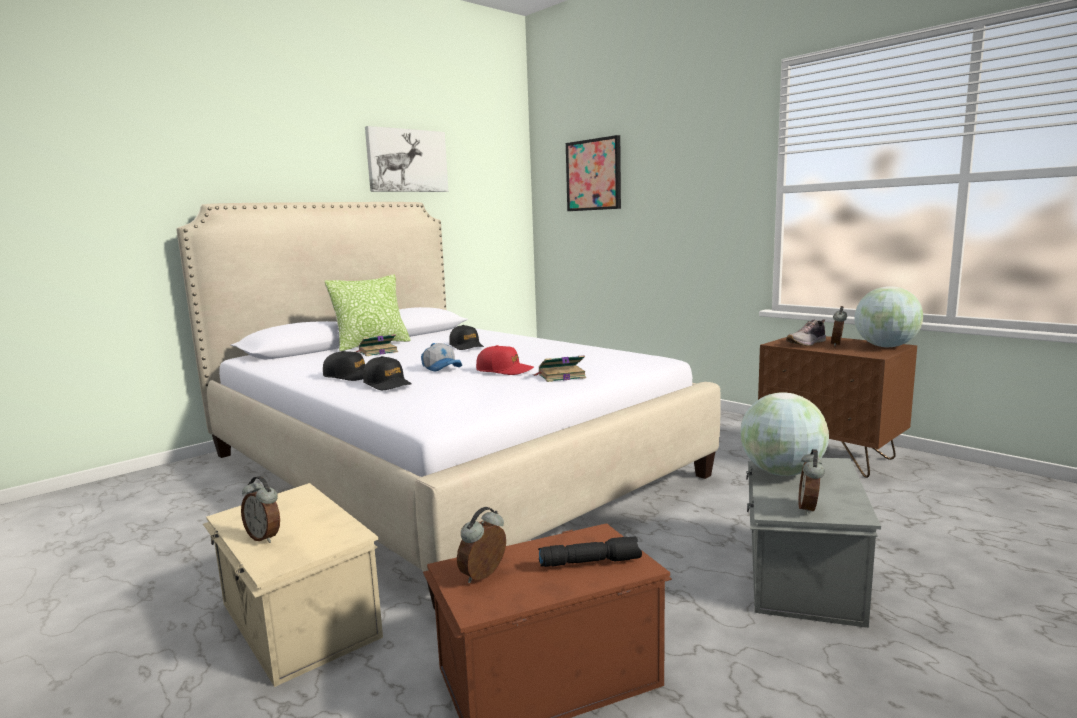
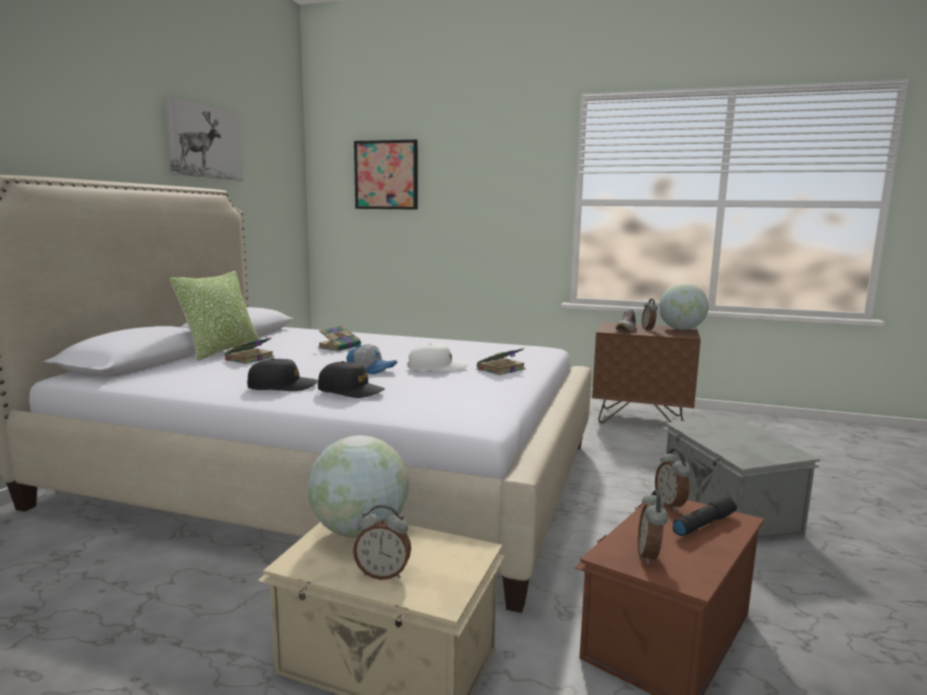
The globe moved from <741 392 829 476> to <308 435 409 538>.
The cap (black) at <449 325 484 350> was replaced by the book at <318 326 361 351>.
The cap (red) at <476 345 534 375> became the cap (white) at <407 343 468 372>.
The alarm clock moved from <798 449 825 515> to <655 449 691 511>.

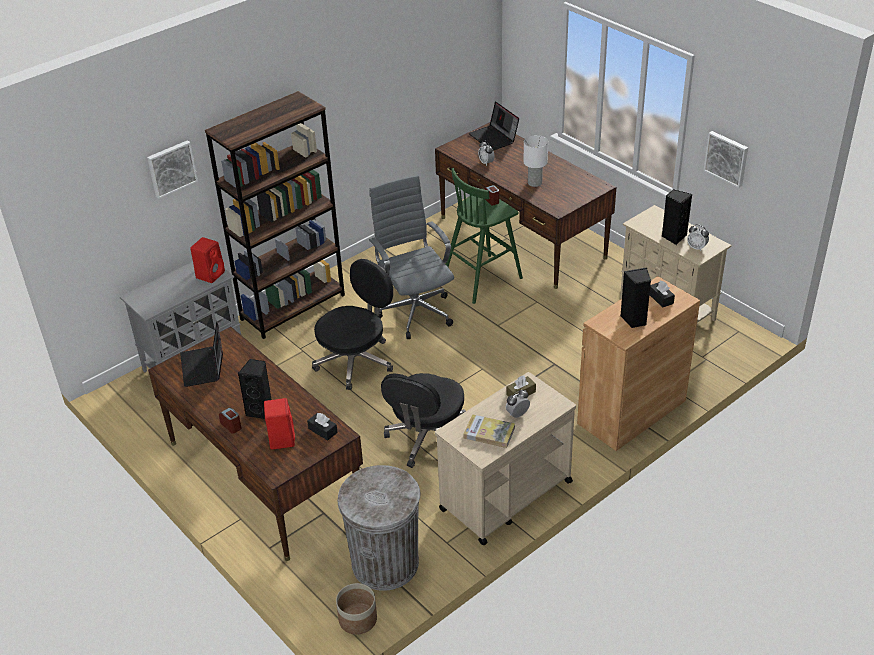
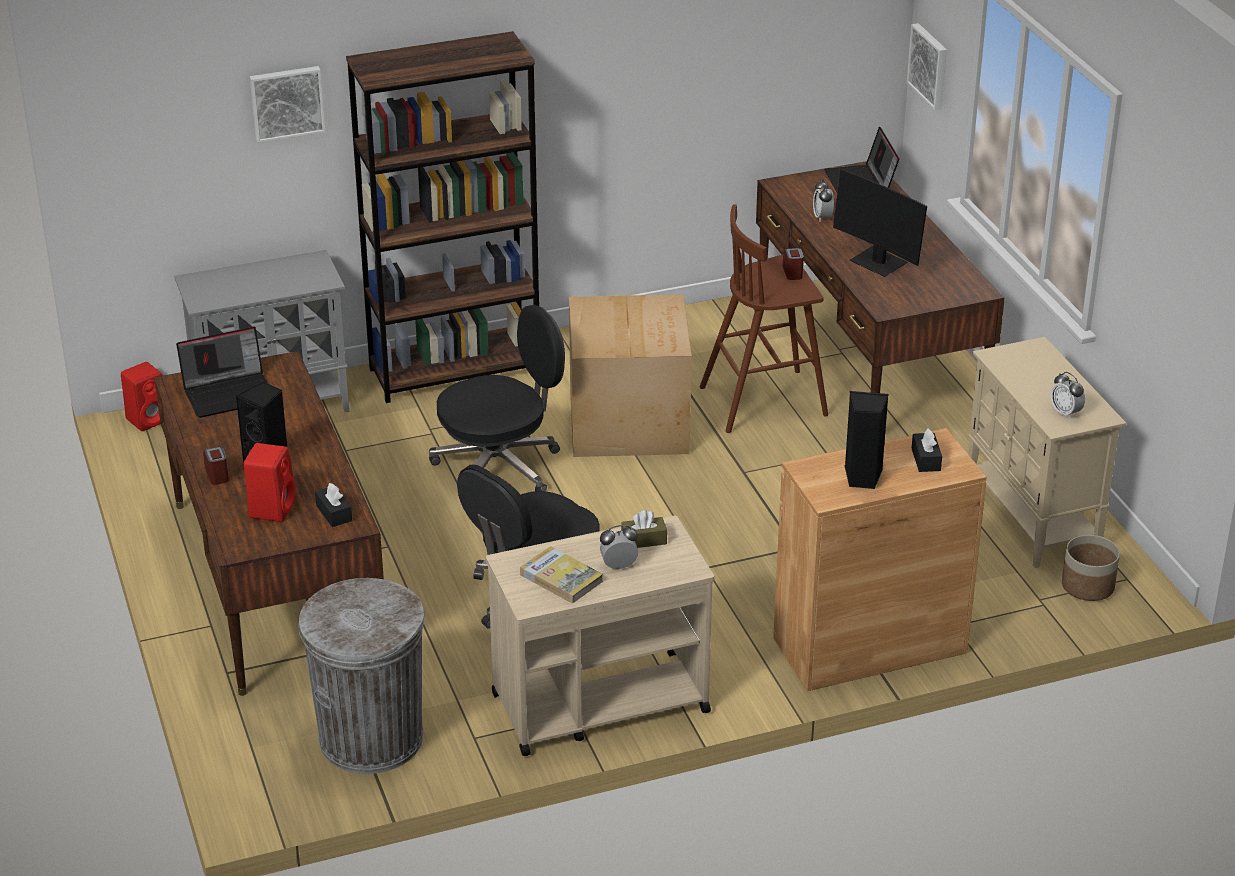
The speaker (red) moved from <190 237 225 283> to <121 362 163 431>.
The laptop at <180 321 223 387> turned 120 degrees counterclockwise.
The office chair (grey) at <369 175 454 339> was replaced by the cardboard box at <569 294 692 457>.
The stool (green) at <446 168 523 304> became the stool (brown) at <700 204 828 433>.
The table lamp (white) at <523 135 548 187> was replaced by the monitor at <833 169 927 277>.
The picture moved from <704 131 748 188> to <907 23 947 110>.
The planter moved from <336 583 377 635> to <1062 535 1120 601>.
The speaker (black) at <662 189 692 245> disappeared.

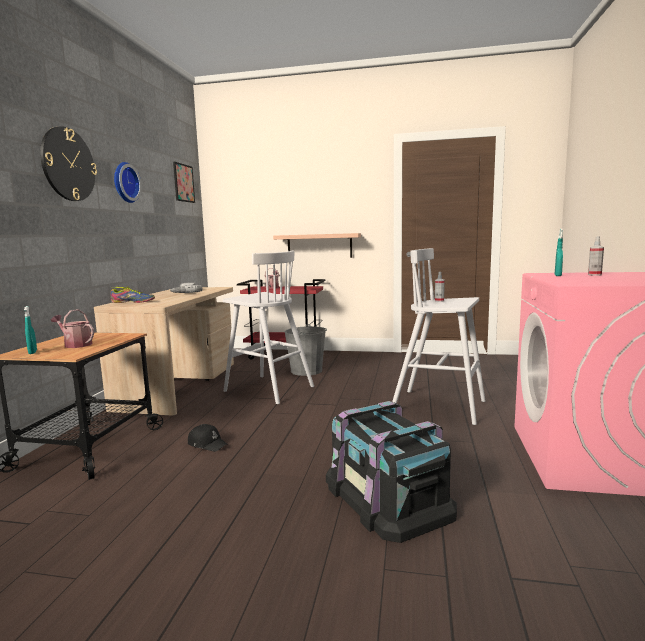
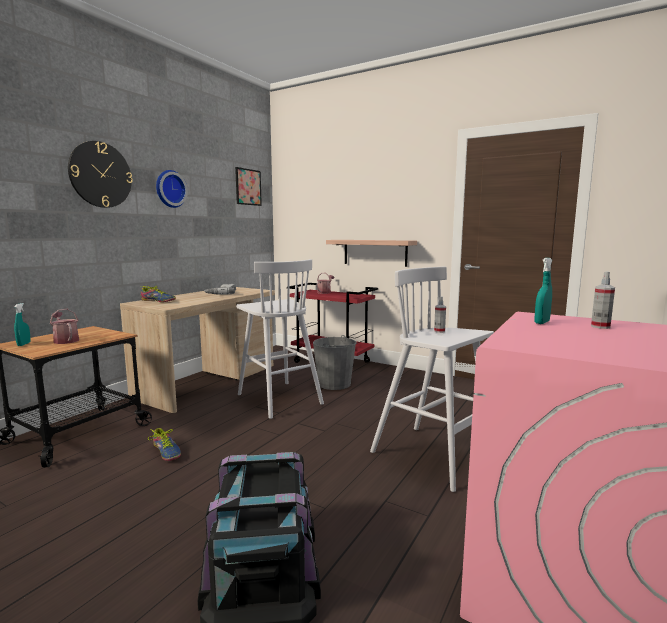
The cap (black) at <188 424 228 452> was replaced by the shoe at <148 428 181 461>.

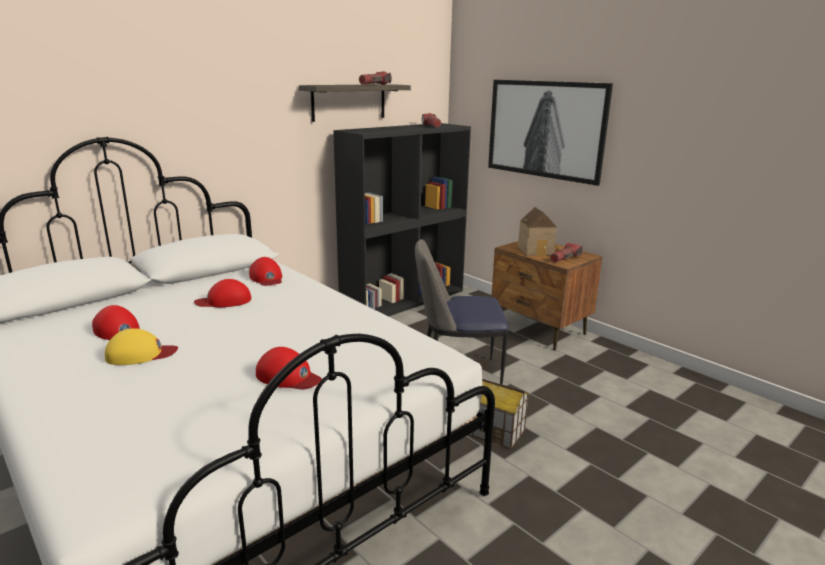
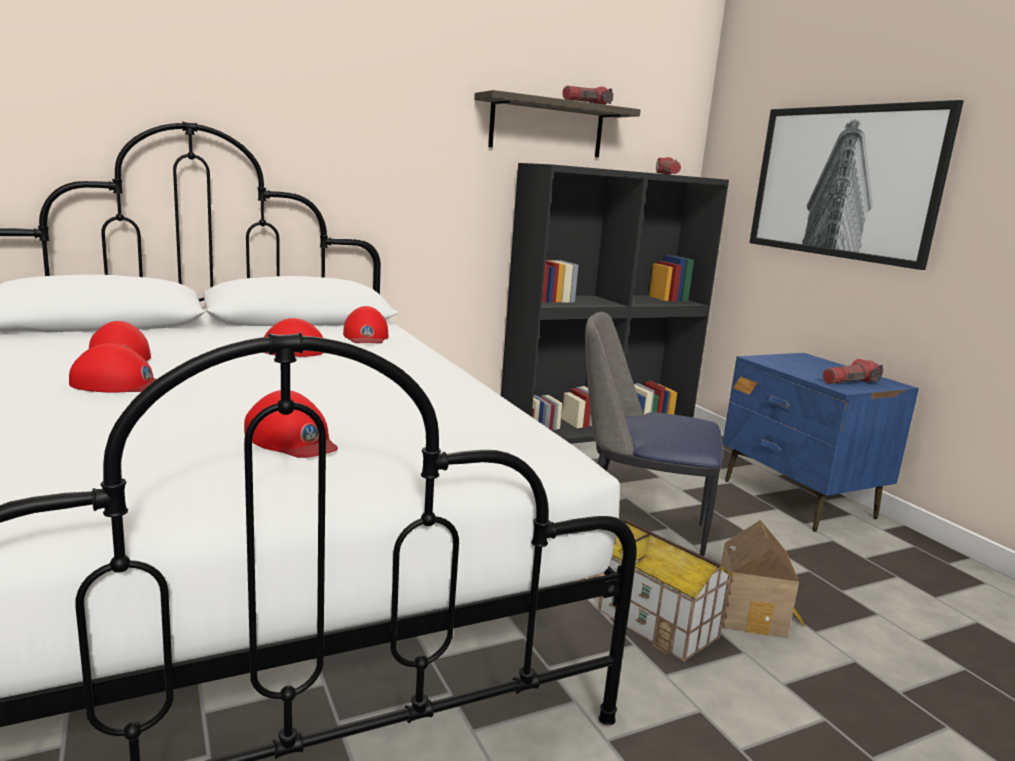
The cap (yellow) at <105 328 178 365> became the cap (red) at <69 343 156 393>.
The toy house moved from <518 207 559 256> to <721 520 805 638>.
The nightstand (brown) at <491 241 603 350> became the nightstand (blue) at <723 353 919 532>.

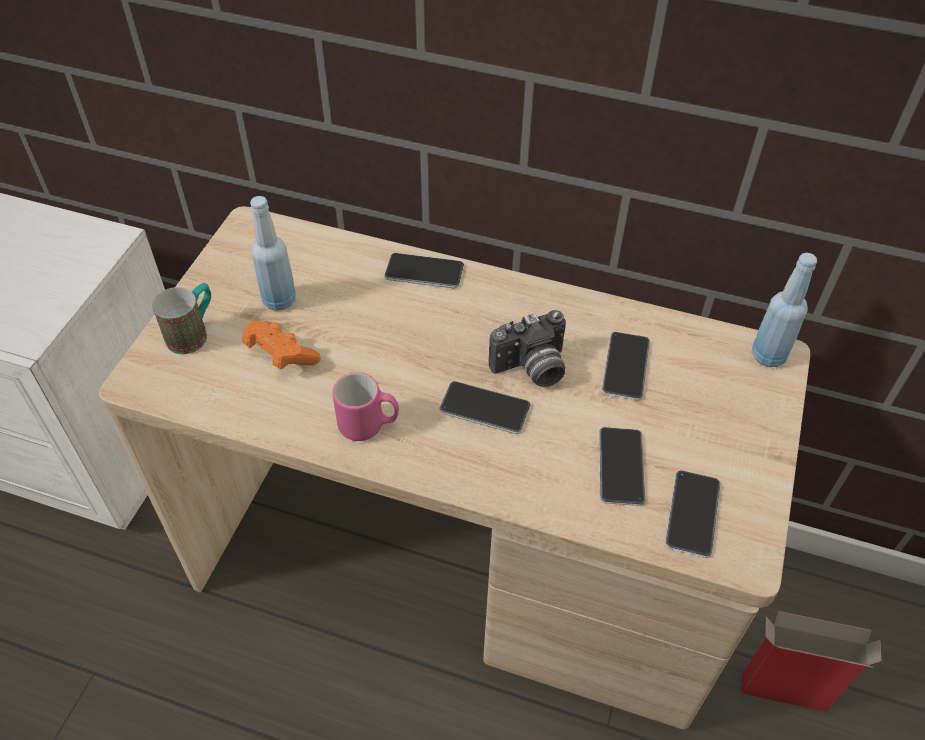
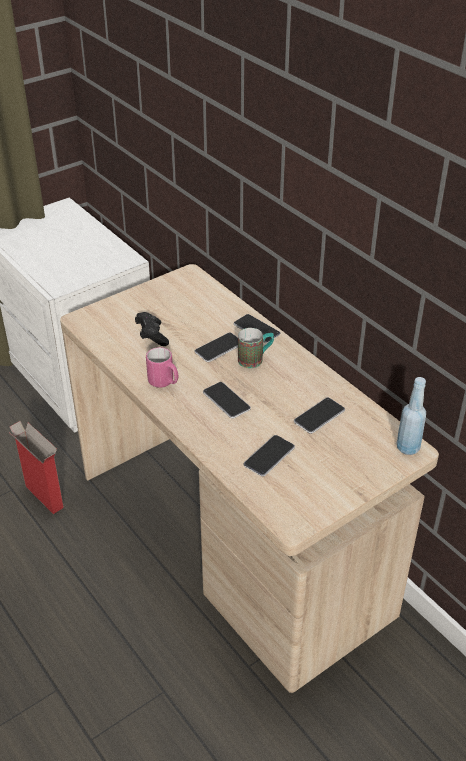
The cardboard box moved from <741 611 882 712> to <10 421 64 514>.
The game controller (orange) at <242 321 321 370> became the game controller (black) at <135 312 169 346>.
The phone moved from <665 470 720 558> to <195 332 238 362>.
The mug moved from <152 283 211 354> to <238 328 274 368>.
The bottle (blue) at <250 196 296 311> disappeared.
The photo camera at <489 310 566 387> disappeared.

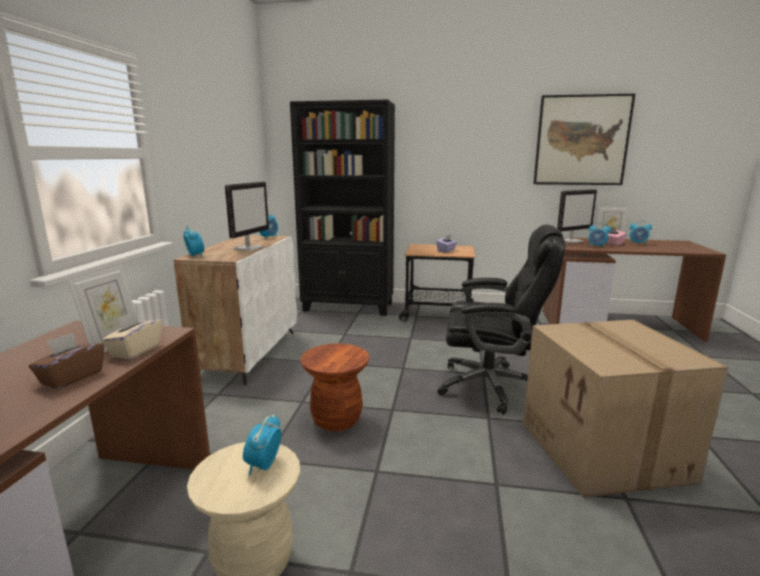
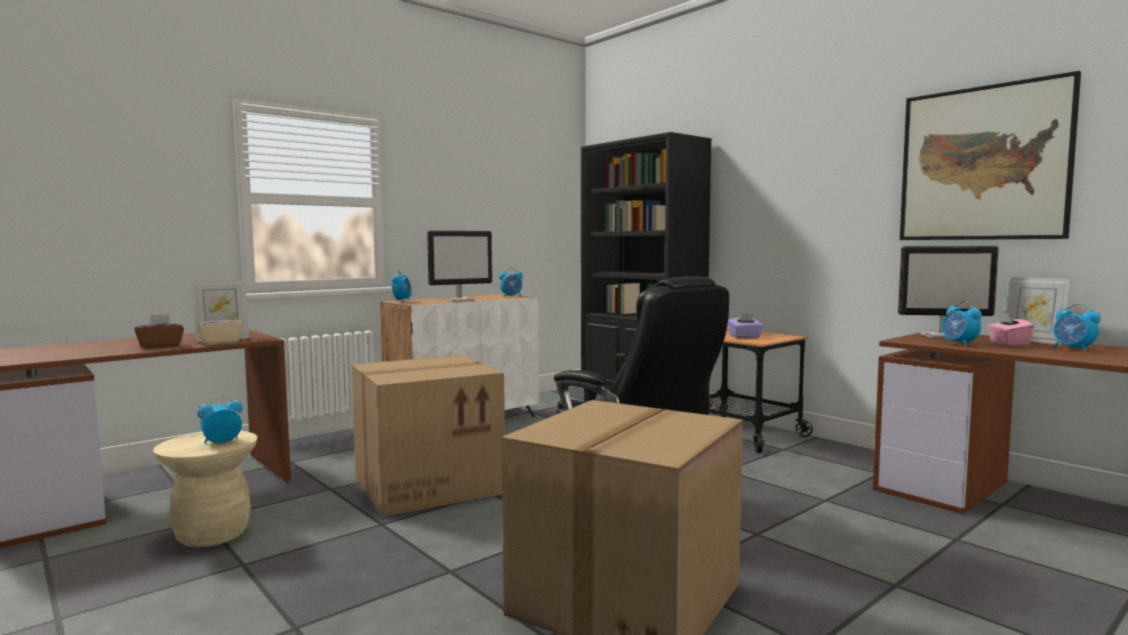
The stool (brown) at <300 344 369 431> was replaced by the cardboard box at <351 355 505 517>.

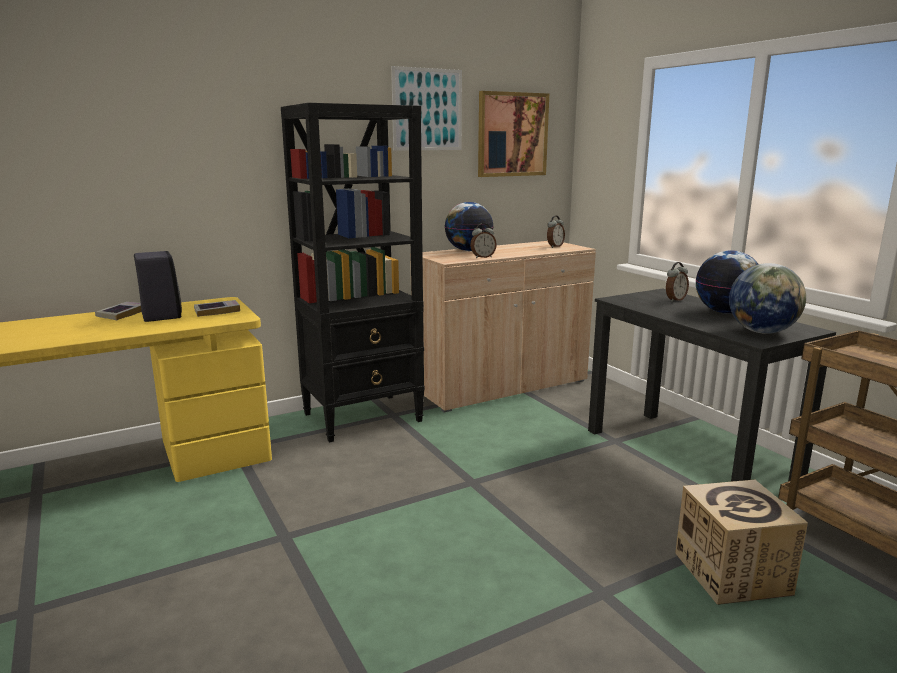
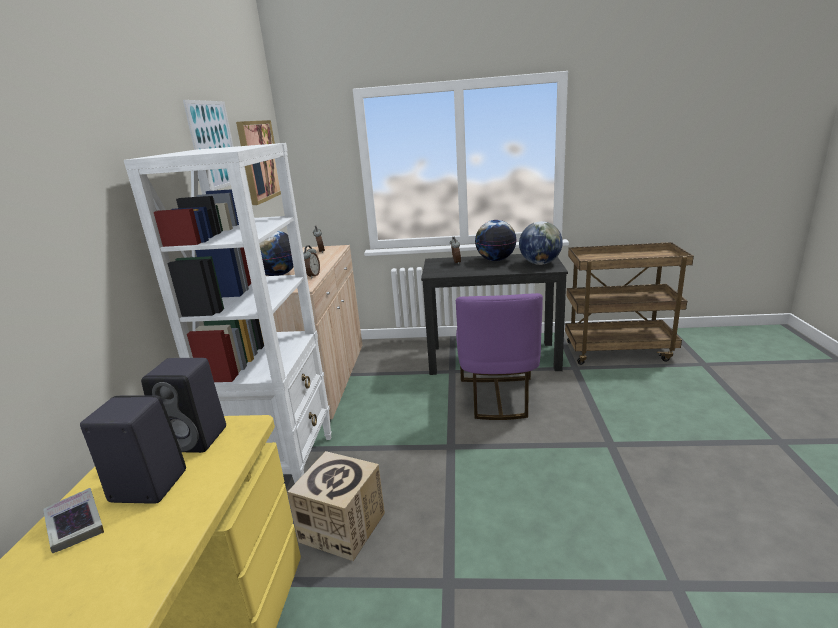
The bookcase (black) at <281 103 425 443> became the bookcase (white) at <124 143 332 483>.
The book at <194 300 240 317> was replaced by the speaker (black) at <141 358 226 453>.
The cardboard box moved from <675 480 808 605> to <287 451 385 561>.
The chair (purple) at <456 293 543 420> appeared.

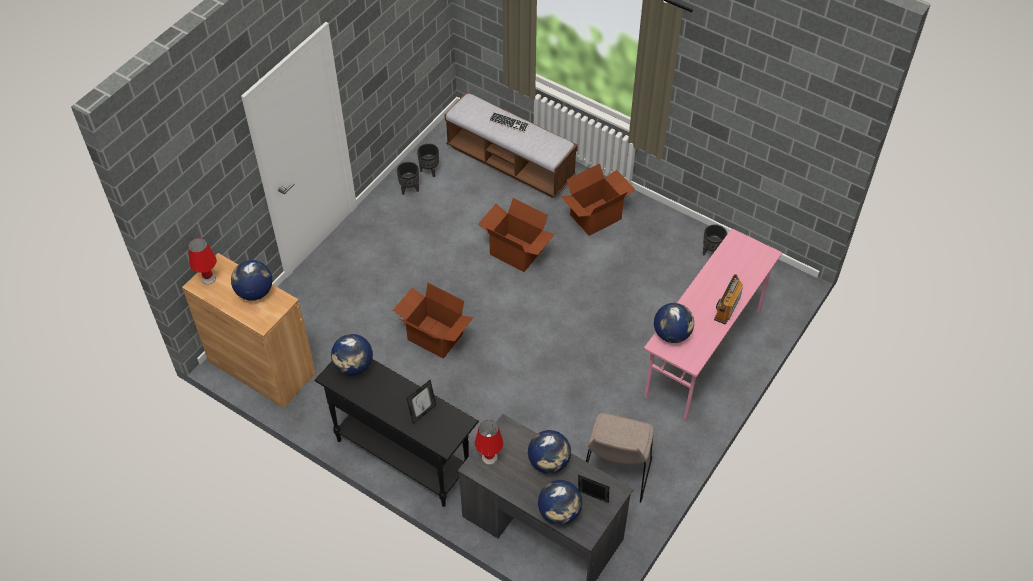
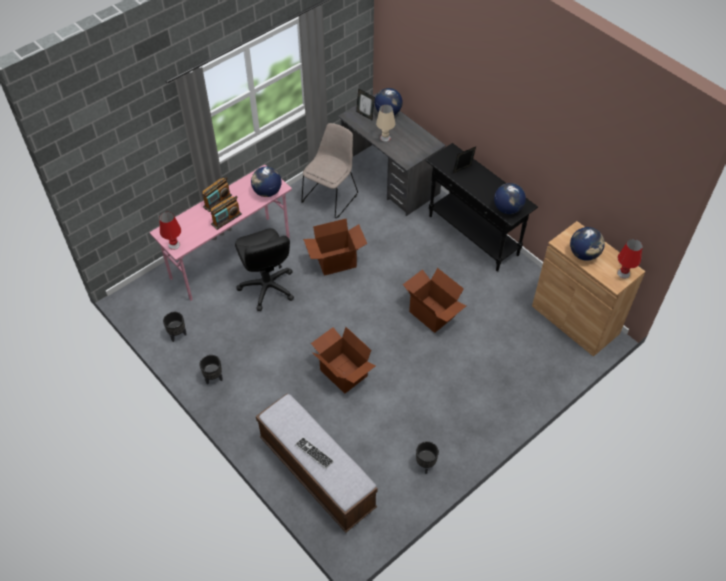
The table lamp (red) moved from <475 420 504 465> to <160 212 181 250>.
The planter (black) moved from <417 143 439 177> to <200 355 223 384>.
The radio at <211 196 242 230> appeared.
The office chair (black) at <235 228 294 311> appeared.
The cardboard box moved from <561 163 635 236> to <303 219 367 276>.
The globe at <528 430 571 474> was replaced by the table lamp (beige) at <376 105 395 142>.

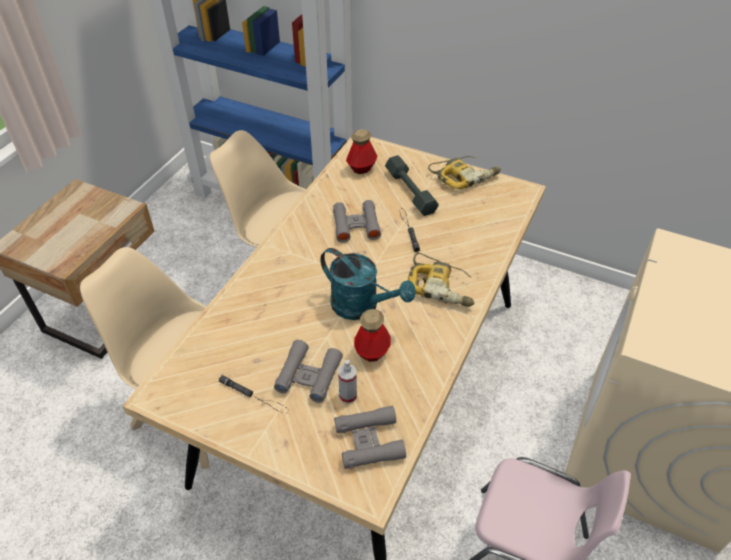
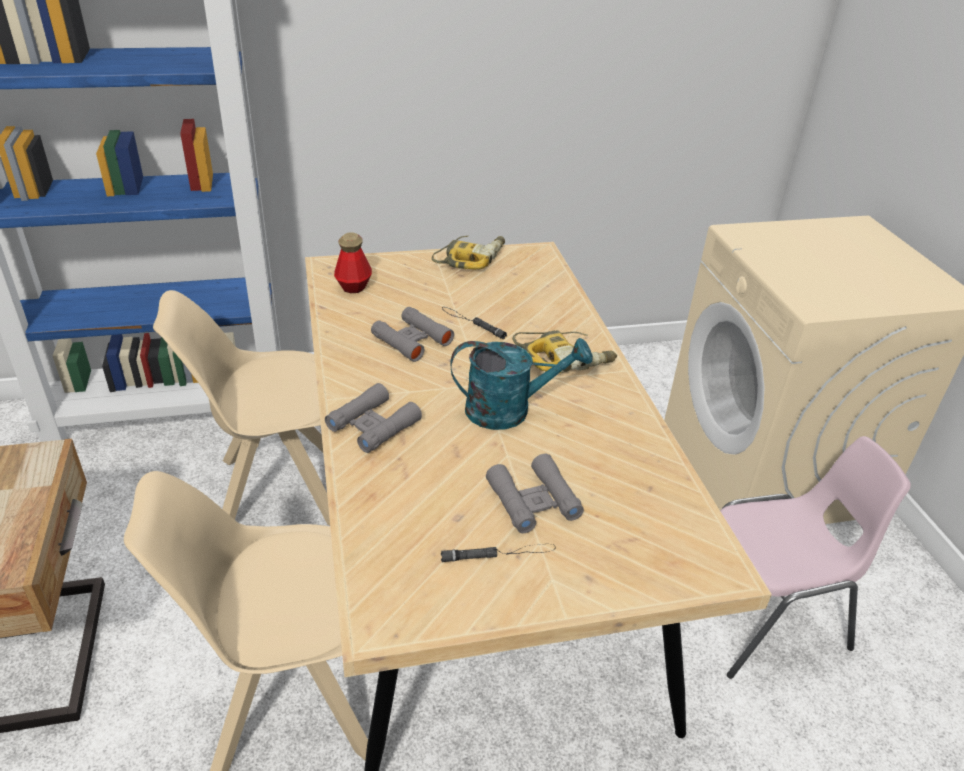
The binoculars (grey) moved from <334 406 406 469> to <325 383 422 453>.
The spray bottle at <338 360 357 404> disappeared.
The bottle at <354 309 391 362> disappeared.
The dumbbell (grey) at <385 155 439 216> disappeared.

